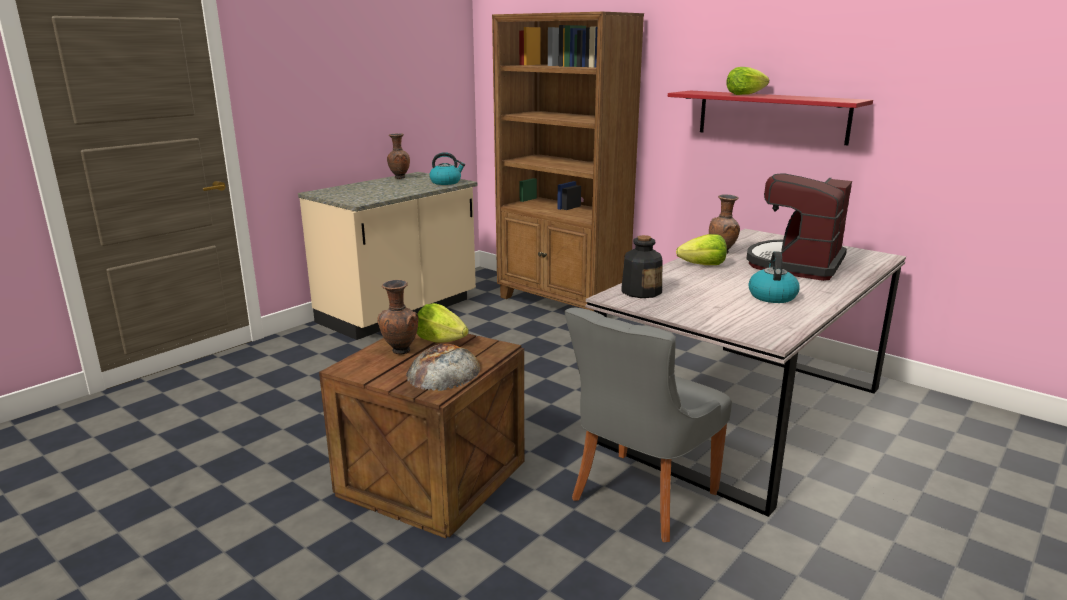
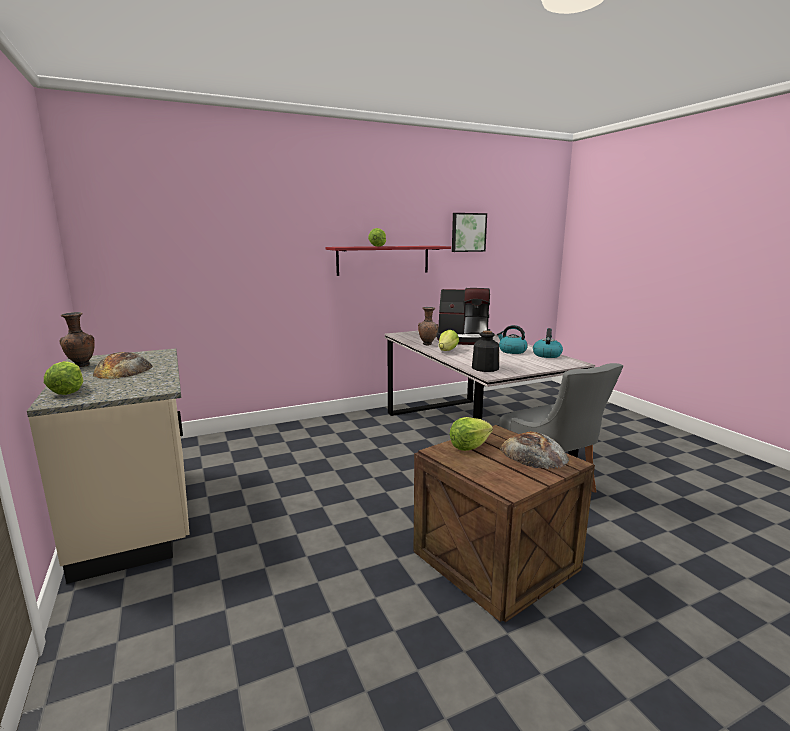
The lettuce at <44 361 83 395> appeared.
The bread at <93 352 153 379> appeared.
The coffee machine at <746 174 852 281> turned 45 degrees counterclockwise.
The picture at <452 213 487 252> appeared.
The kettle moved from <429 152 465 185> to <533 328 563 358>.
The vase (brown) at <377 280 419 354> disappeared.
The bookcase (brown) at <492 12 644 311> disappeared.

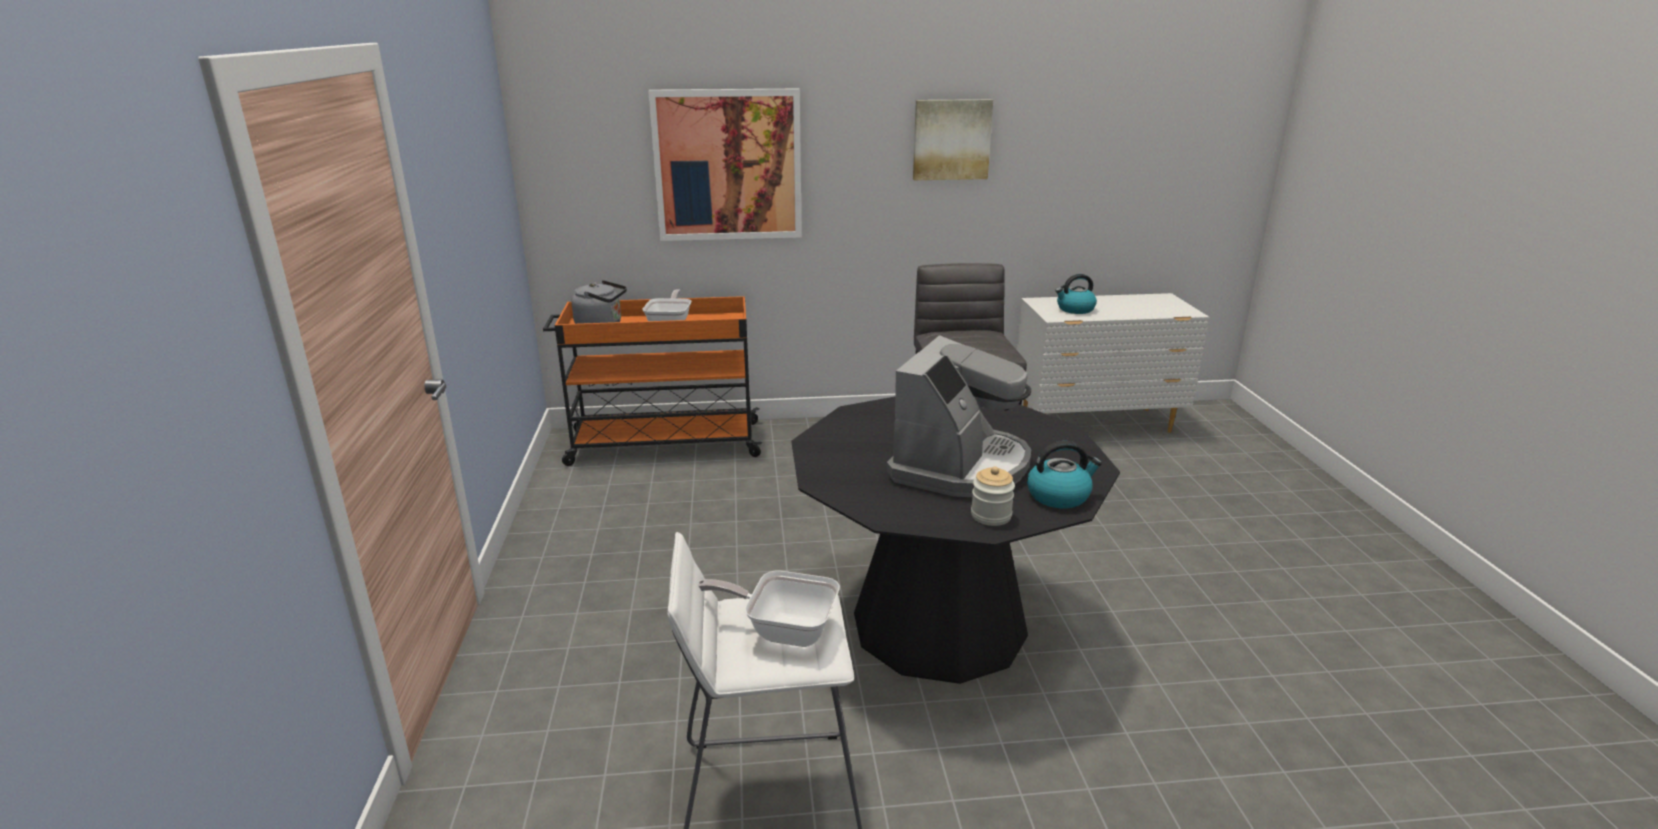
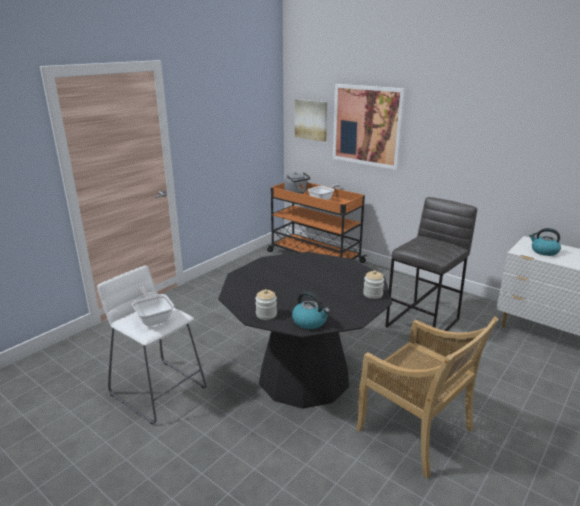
The picture moved from <913 99 993 180> to <295 99 327 142>.
The chair (beige) at <356 317 499 479> appeared.
The jar at <363 270 384 299> appeared.
The coffee machine at <887 335 1031 497> disappeared.

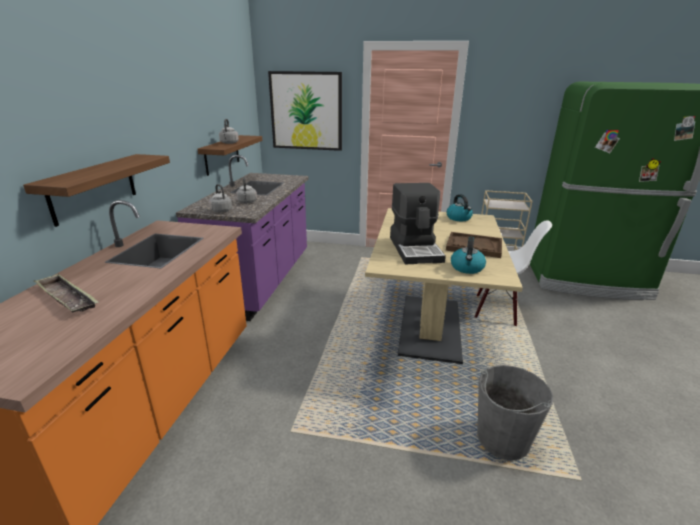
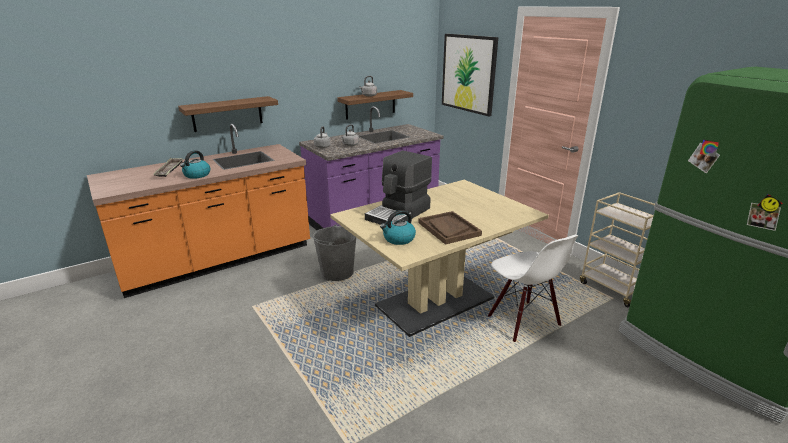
The kettle moved from <446 194 473 221> to <180 150 210 179>.
The bucket (grey) moved from <477 365 553 460> to <312 224 356 281>.

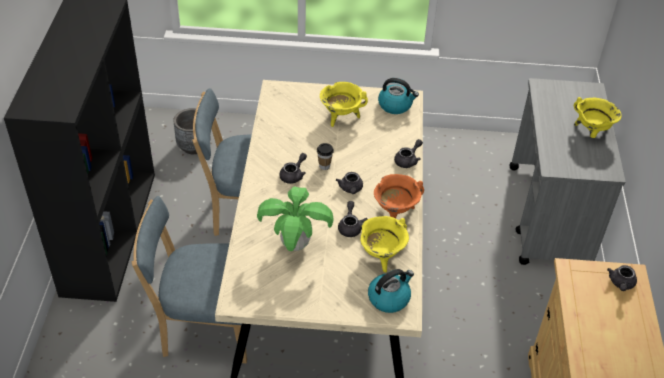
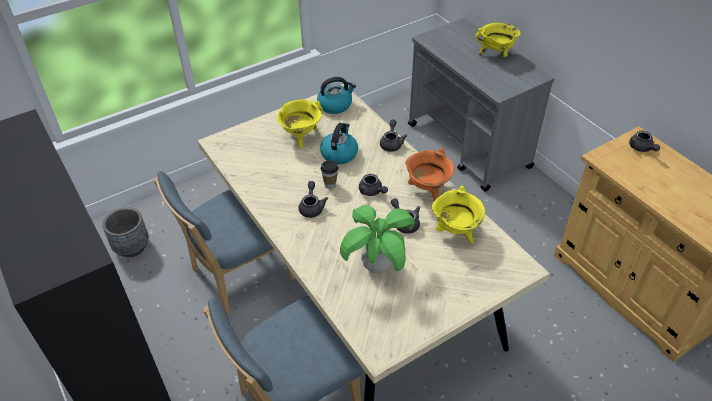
The kettle moved from <368 269 414 313> to <320 123 358 164>.

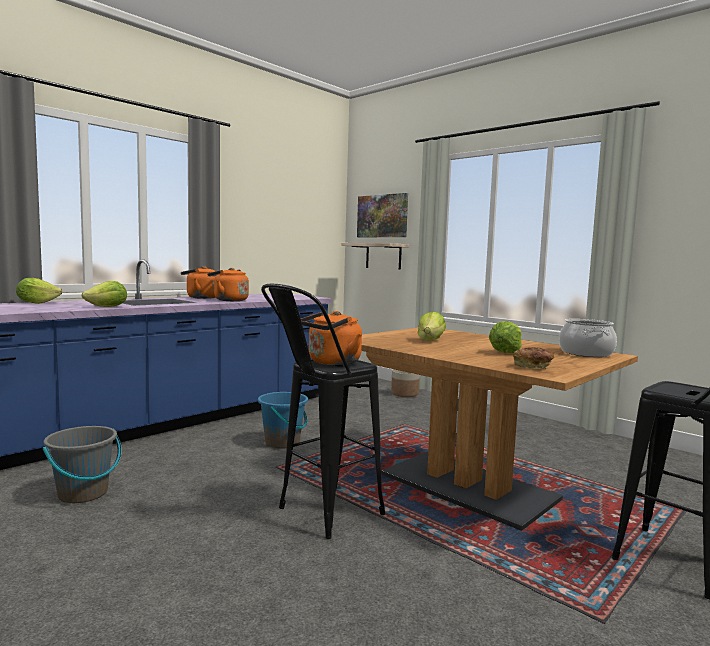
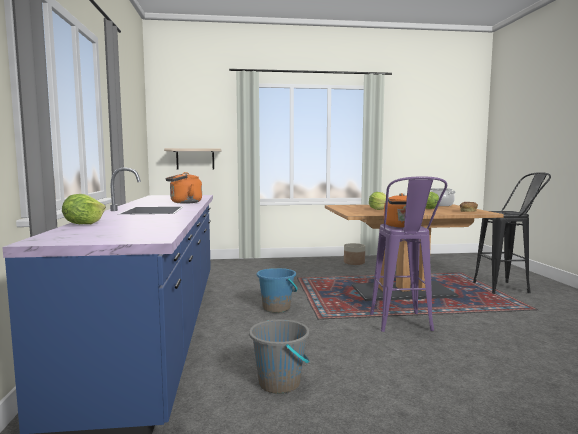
The planter moved from <391 369 420 397> to <344 243 365 265>.
The stool (black) at <261 284 385 539> became the stool (purple) at <370 176 447 332>.
The lettuce at <81 281 127 307> disappeared.
The kettle (orange) at <181 266 216 299> disappeared.
The picture at <357 193 408 237> disappeared.

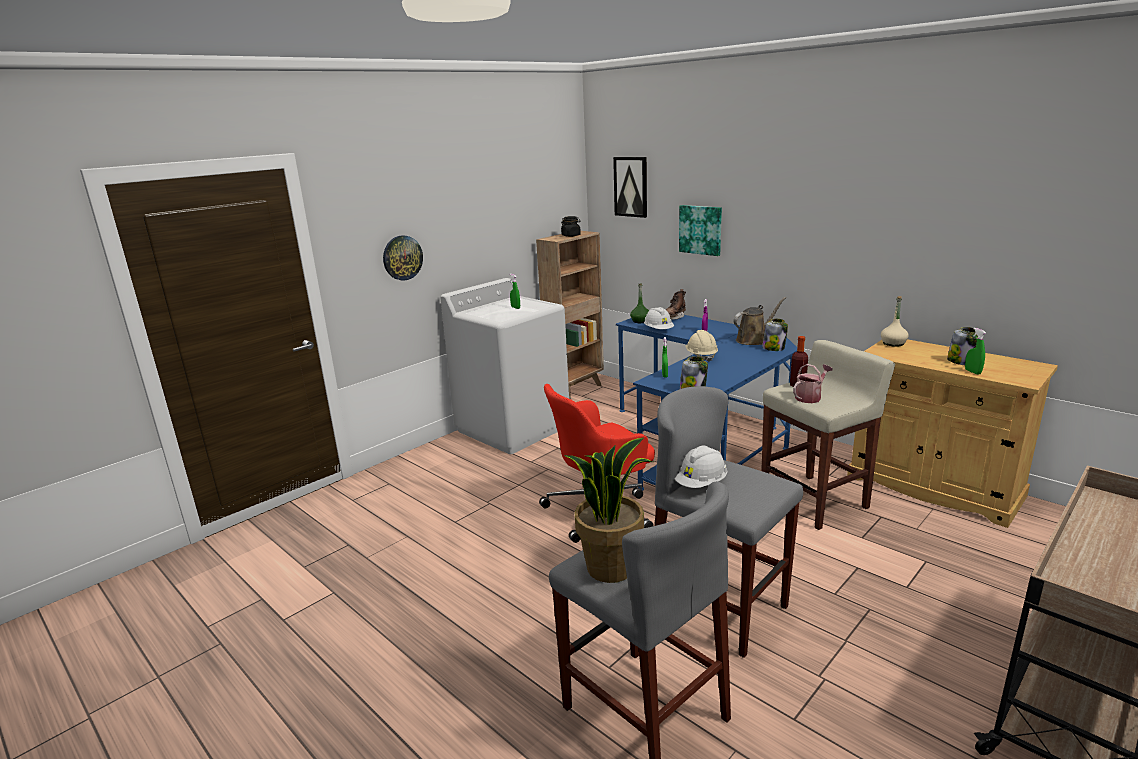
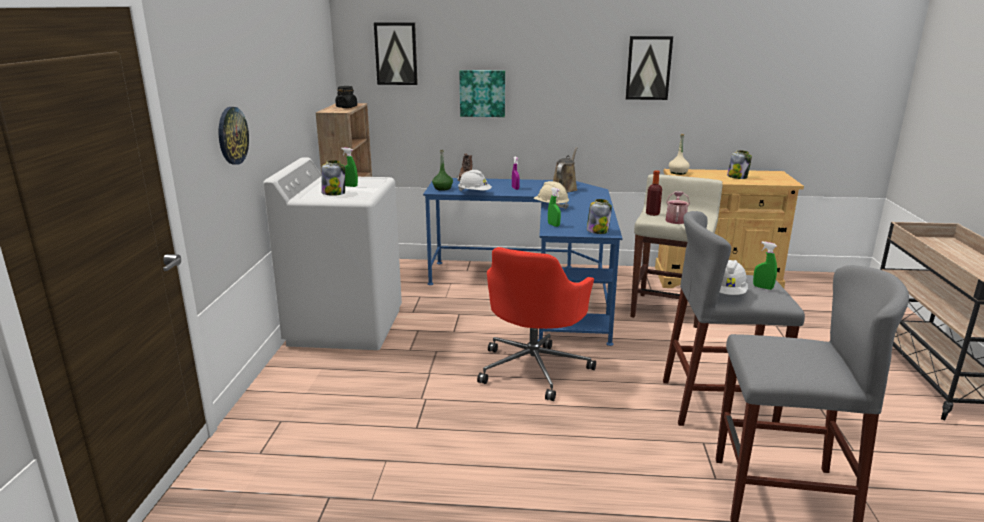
The jar moved from <762 319 788 351> to <321 160 345 196>.
The picture at <625 36 673 100> appeared.
The spray bottle (green) moved from <965 328 986 375> to <753 241 777 290>.
The potted plant at <564 438 653 583> disappeared.

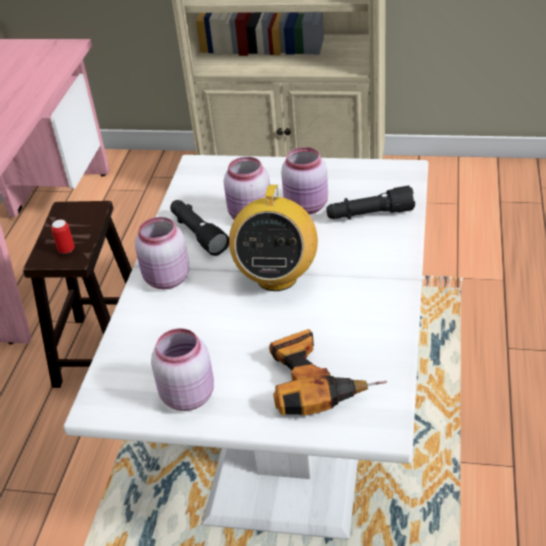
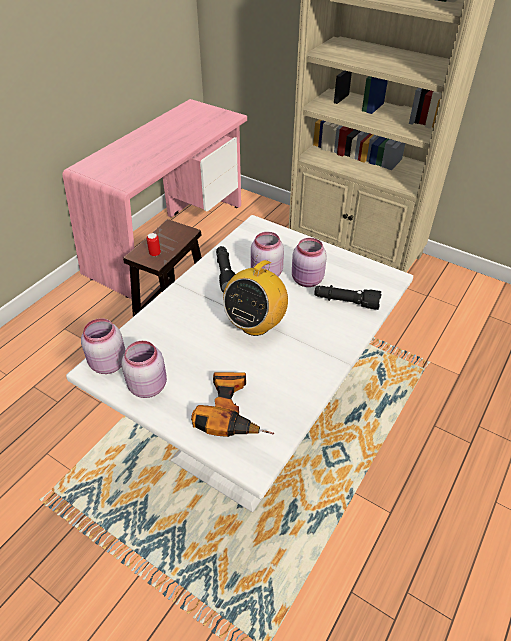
The jar (pink) moved from <135 217 189 289> to <81 318 126 374>.

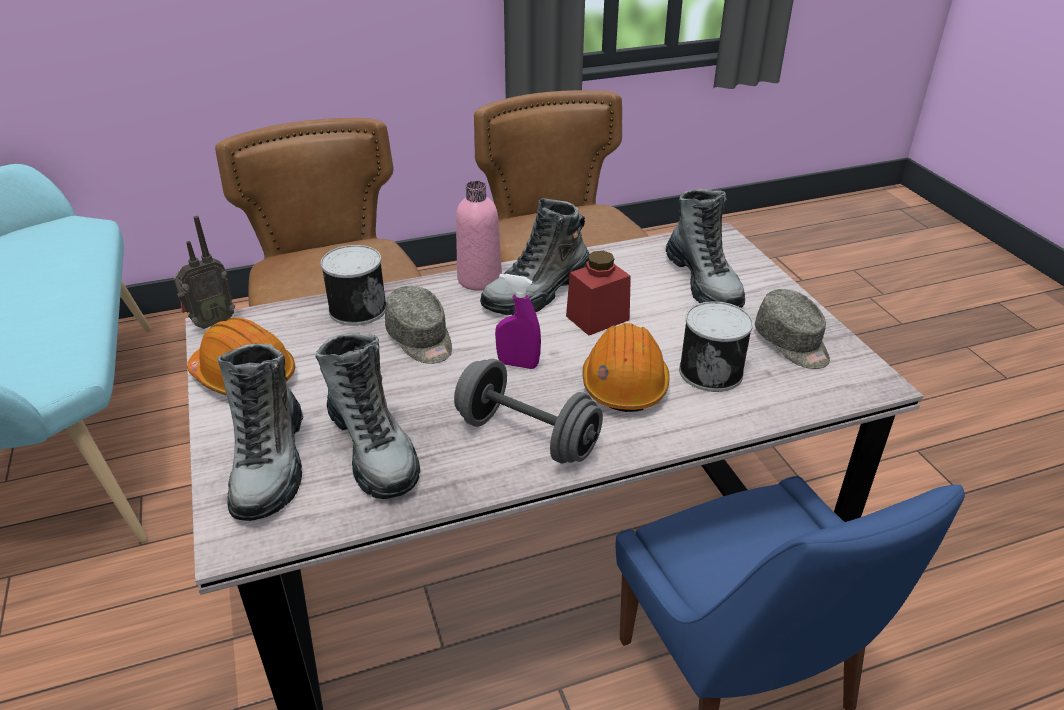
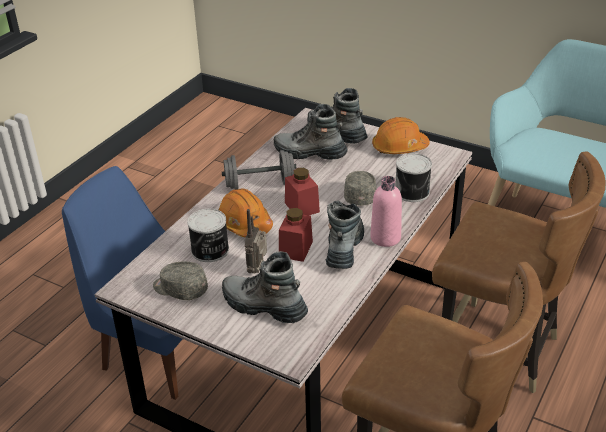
The radio moved from <174 216 235 329> to <245 209 267 274>.
The spray bottle (purple) at <495 274 541 369> was replaced by the jar (red) at <285 168 320 215>.
The cap (grey) at <385 286 452 364> turned 75 degrees clockwise.

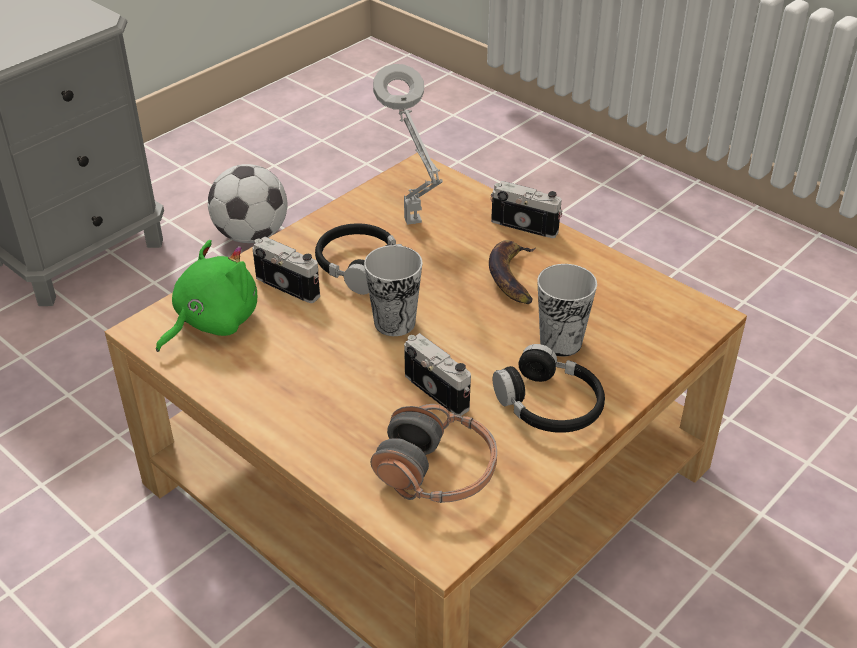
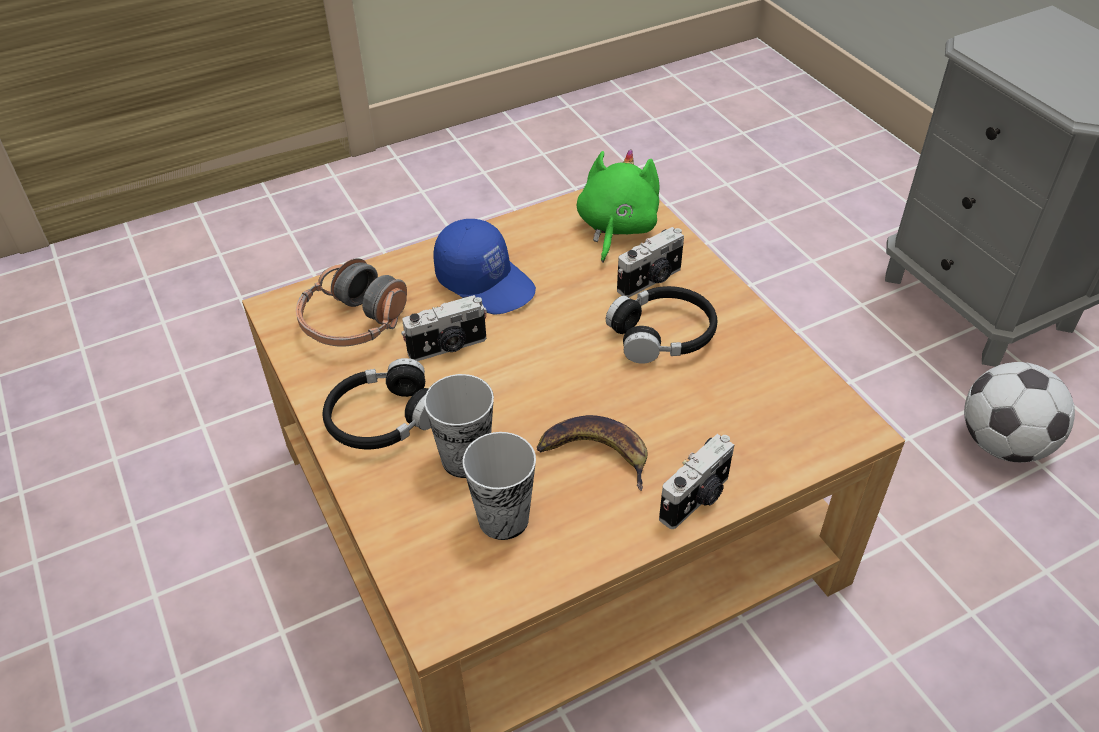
The cap (blue) at <434 219 536 315> appeared.
The cup moved from <364 245 422 336> to <462 432 536 540>.
The plush toy (green) at <156 240 257 352> turned 135 degrees counterclockwise.
The table lamp (grey) at <373 64 443 225> disappeared.

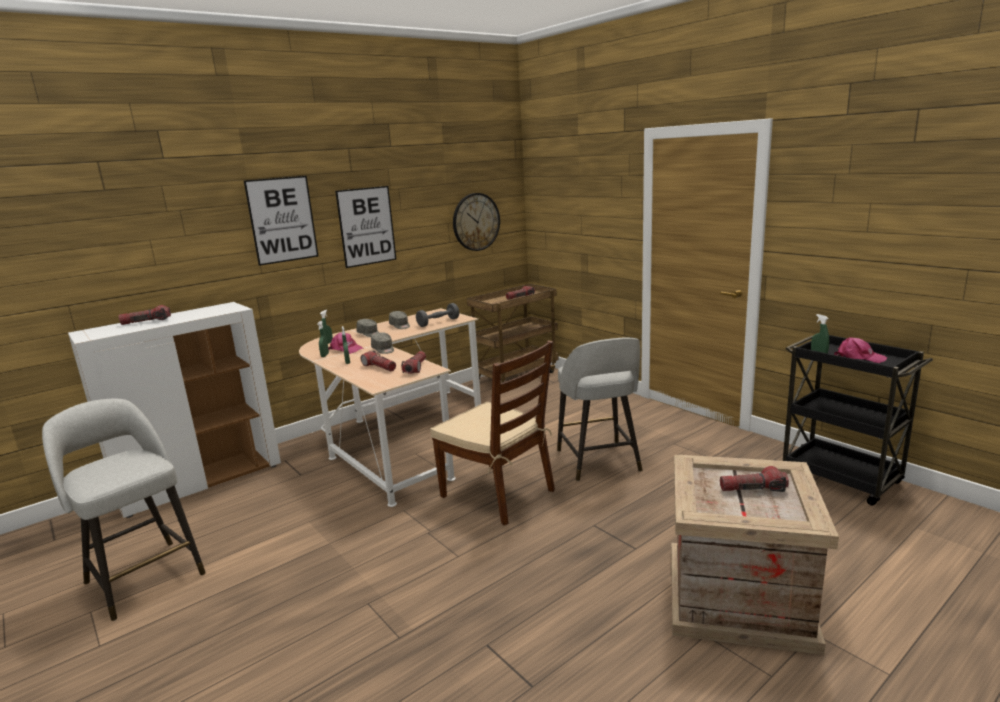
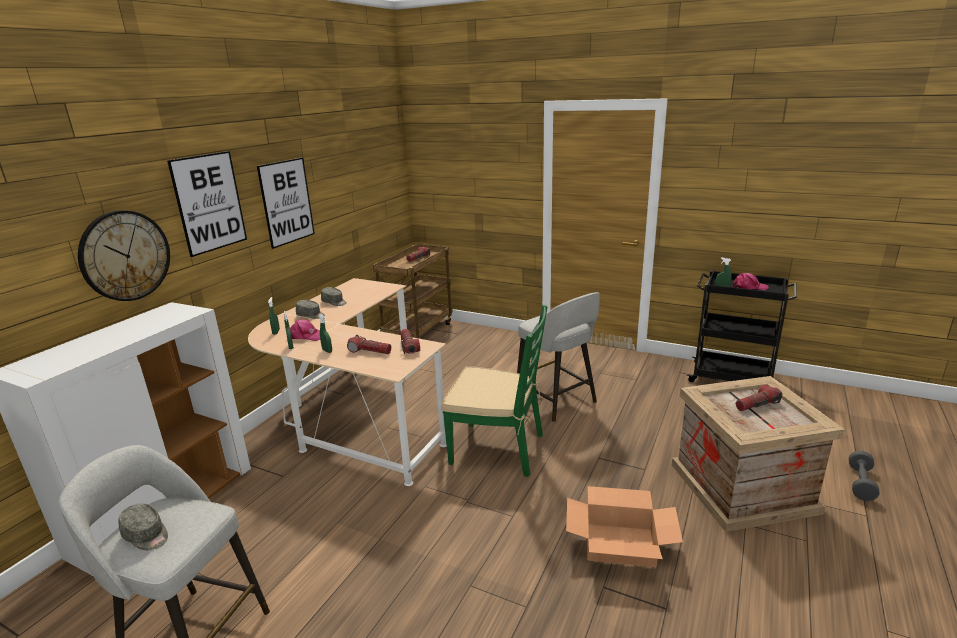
The wall clock moved from <453 193 500 251> to <78 210 170 301>.
The cap (grey) moved from <371 332 394 354> to <118 503 168 550>.
The chair (brown) at <430 340 555 525> became the chair (green) at <441 305 548 477>.
The cardboard box at <566 486 683 567> appeared.
The dumbbell (grey) moved from <416 303 459 327> to <849 451 879 501>.
The flashlight at <119 305 171 325> disappeared.

